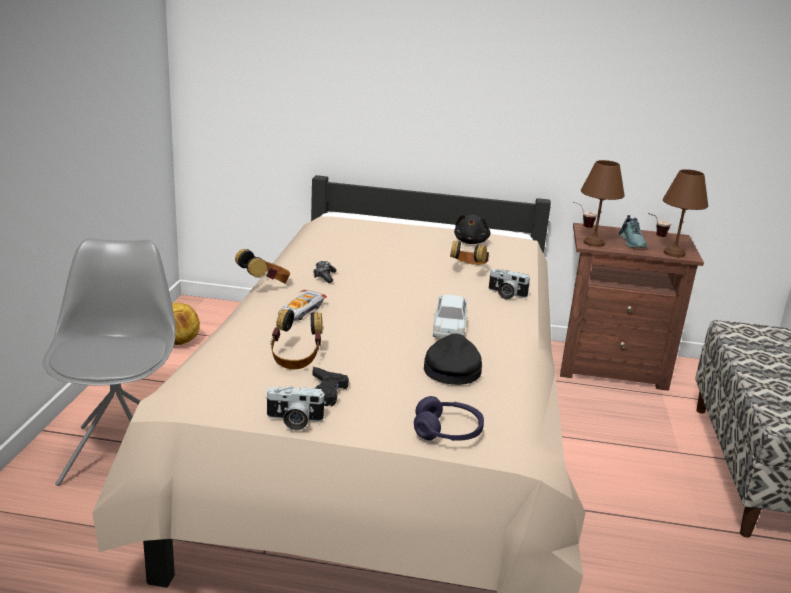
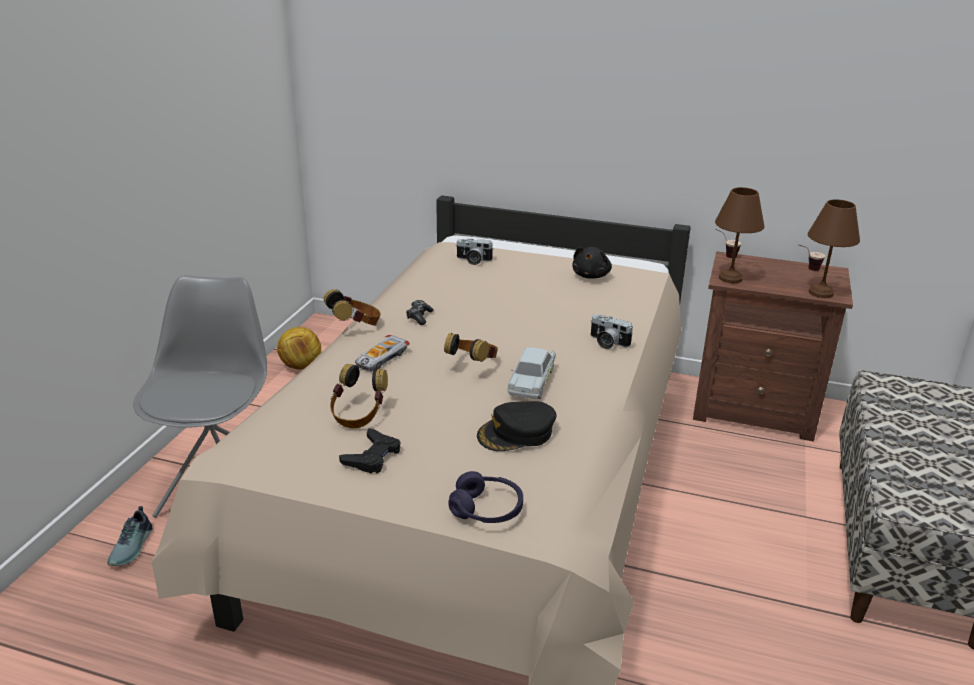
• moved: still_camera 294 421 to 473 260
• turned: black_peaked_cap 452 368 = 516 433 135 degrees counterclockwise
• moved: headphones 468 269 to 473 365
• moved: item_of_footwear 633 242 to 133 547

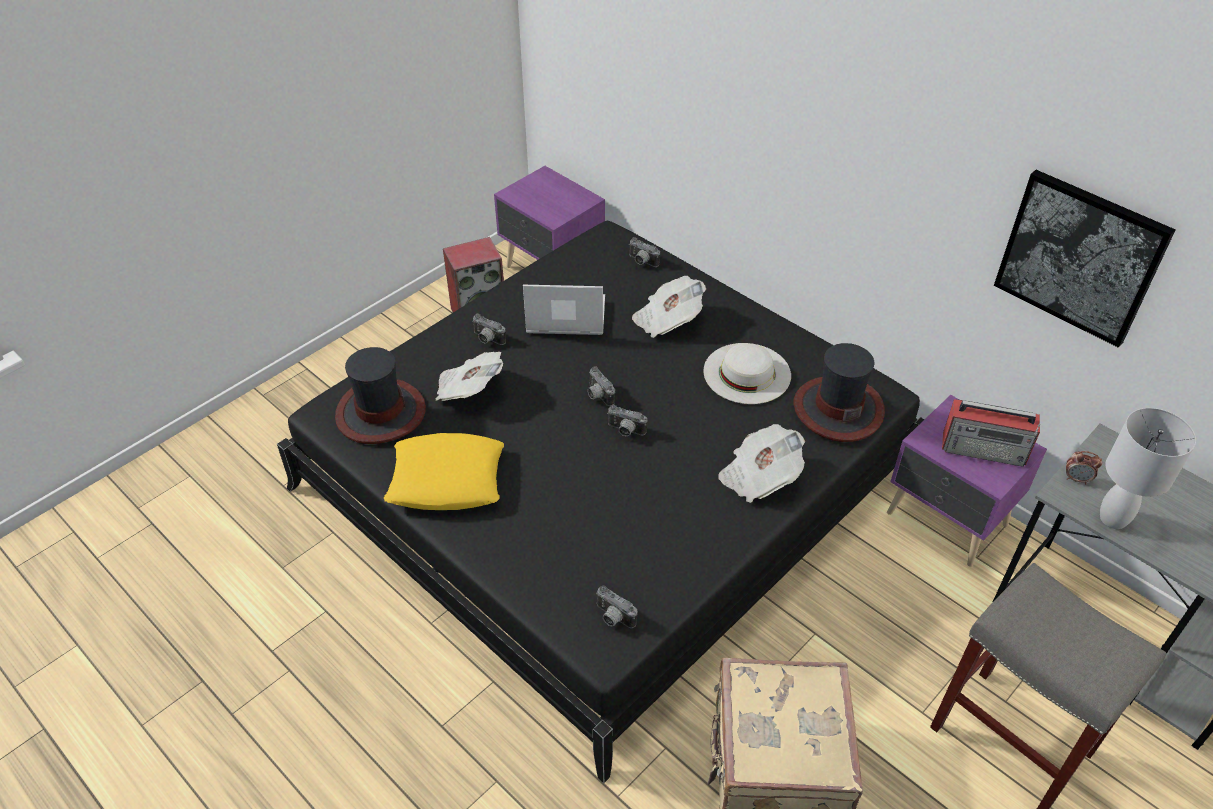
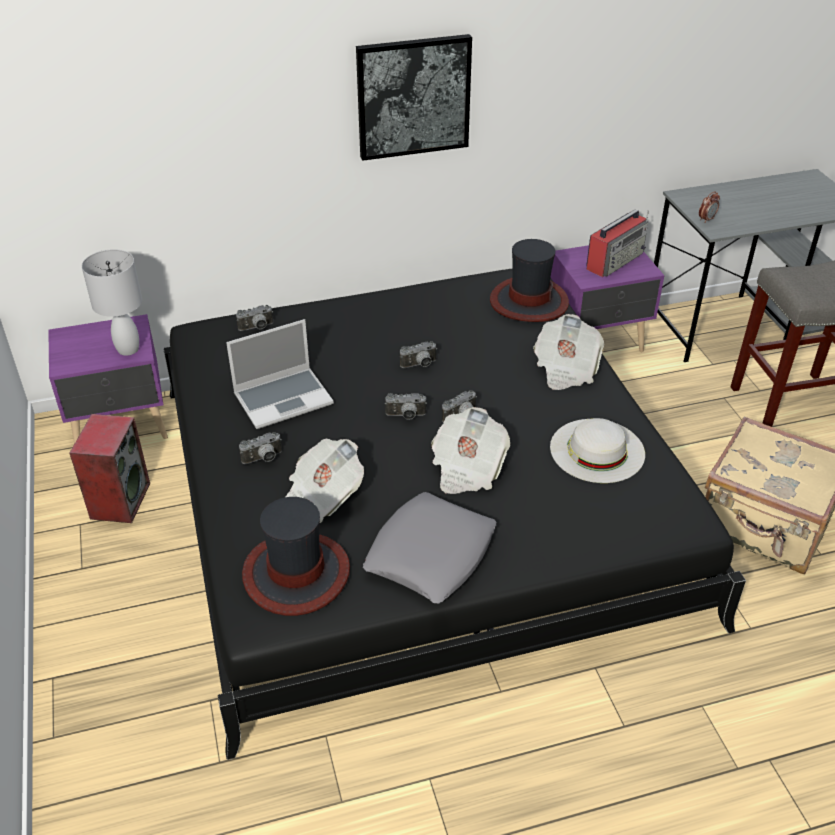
• recoloured: yellow-coloured_pillow 446 480 to greyish_pillow 430 554
• turned: portable_computer 565 317 = 284 398 150 degrees counterclockwise
• moved: still_camera 613 618 to 419 365
• moved: printed_paper 667 320 to 467 468
• moved: whitish_clothing_hat 747 373 to 597 450
• moved: picture 1080 257 to 413 97
• moved: whitish_table_lamp 1114 519 to 129 349

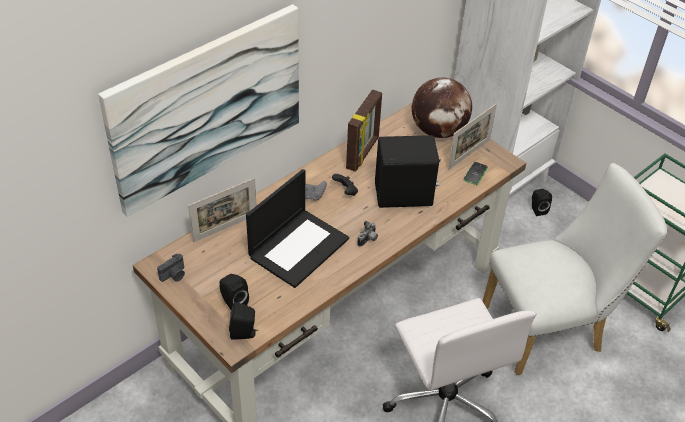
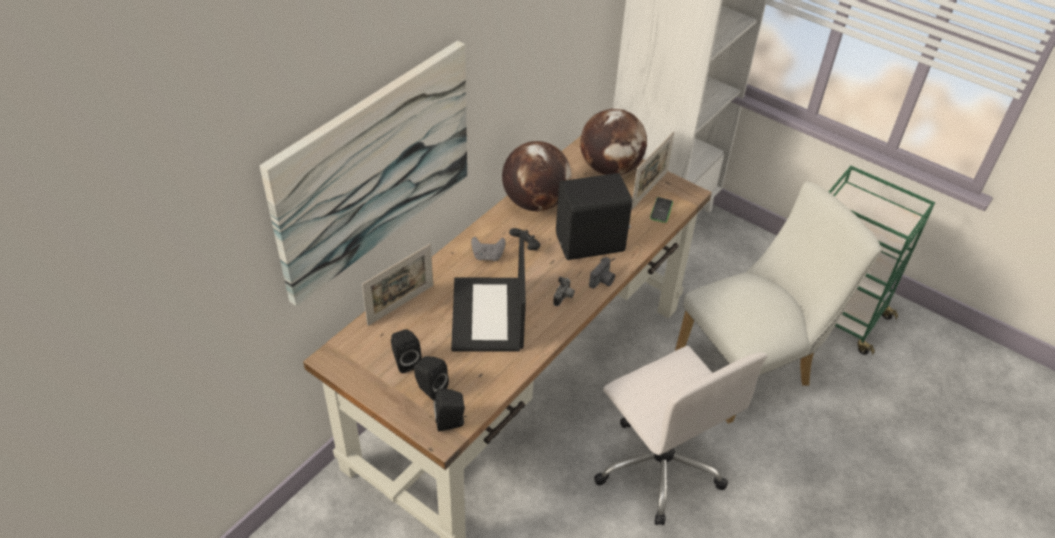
• moved: still_camera 174 275 to 602 281
• turned: portable_computer 299 247 = 489 315 150 degrees clockwise
• replaced: picture_frame 363 153 to desk_globe 535 202
• moved: black_speaker 537 209 to 405 361

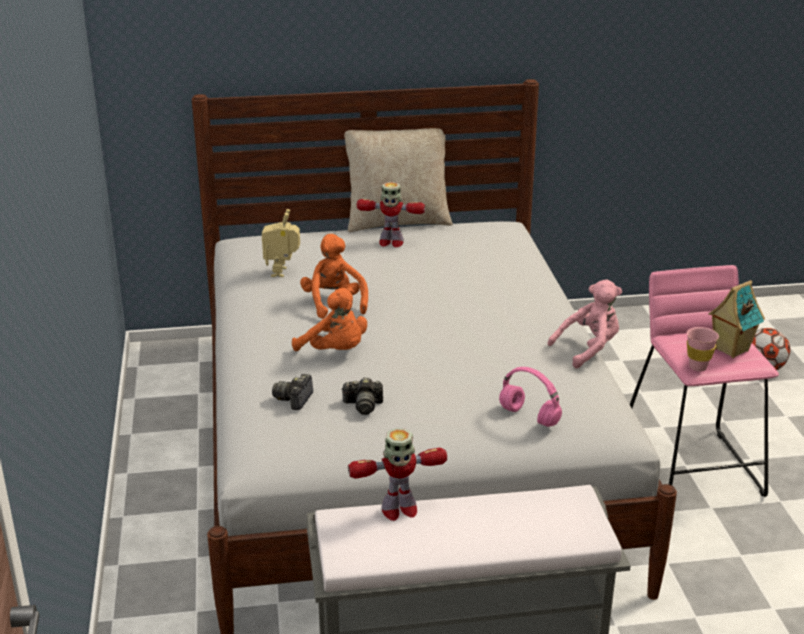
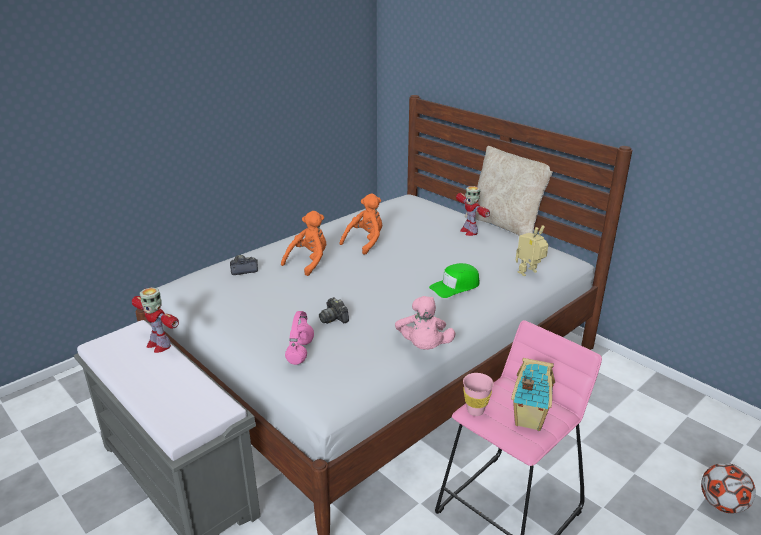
• moved: robot_figure 283 272 to 529 273
• turned: orange-coloured_soft_toy 335 351 = 309 262 150 degrees counterclockwise
• moved: still_camera 363 405 to 334 318
• turned: pink_soft_toy 588 349 = 423 347 60 degrees clockwise
• added: green_peaked_cap 455 286

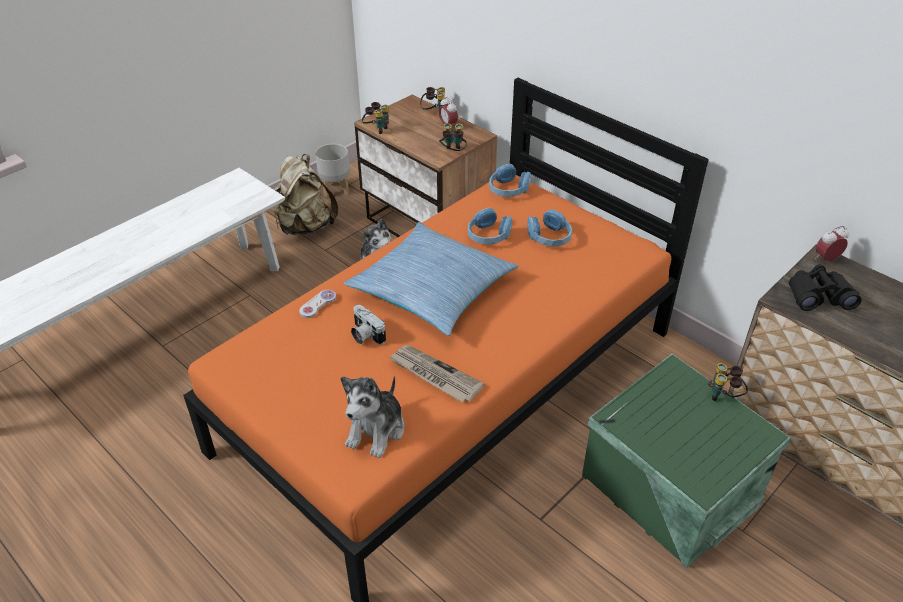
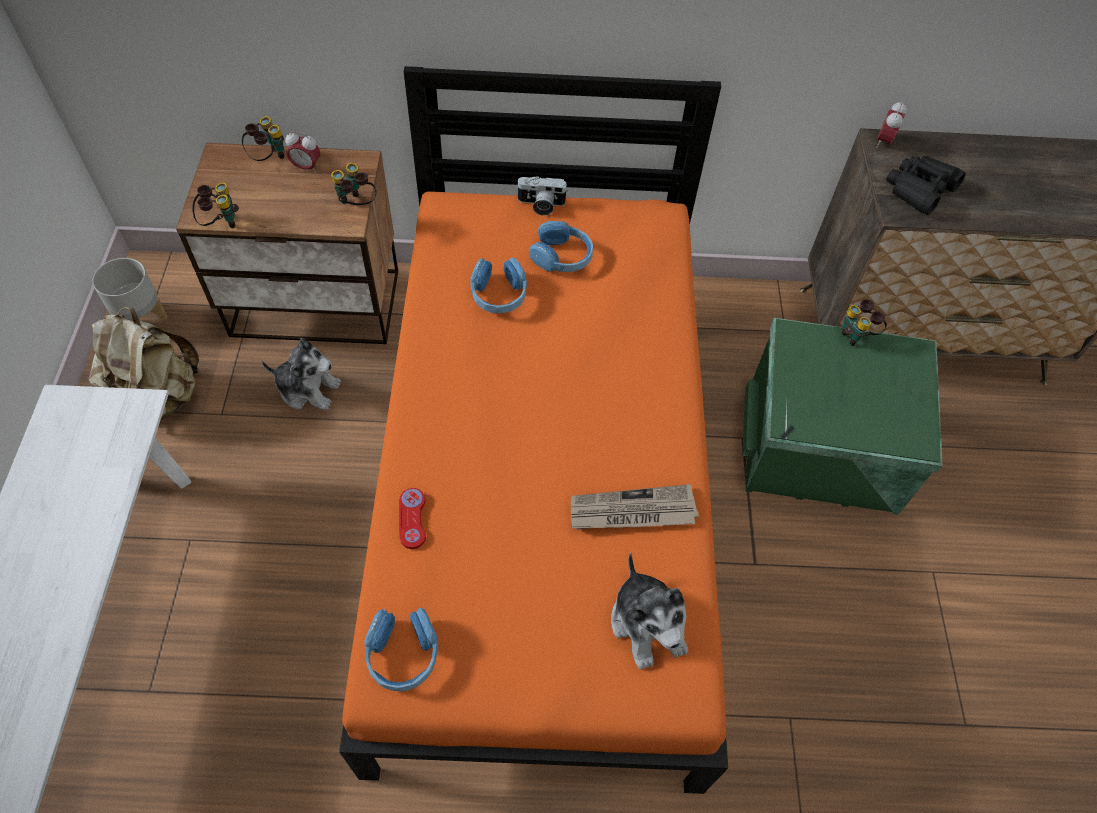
• recoloured: whitish_gamepad 318 305 to red_gamepad 412 519
• removed: pillow 432 288
• moved: still_camera 365 335 to 540 205
• moved: blue-coloured_headphones 508 189 to 403 654

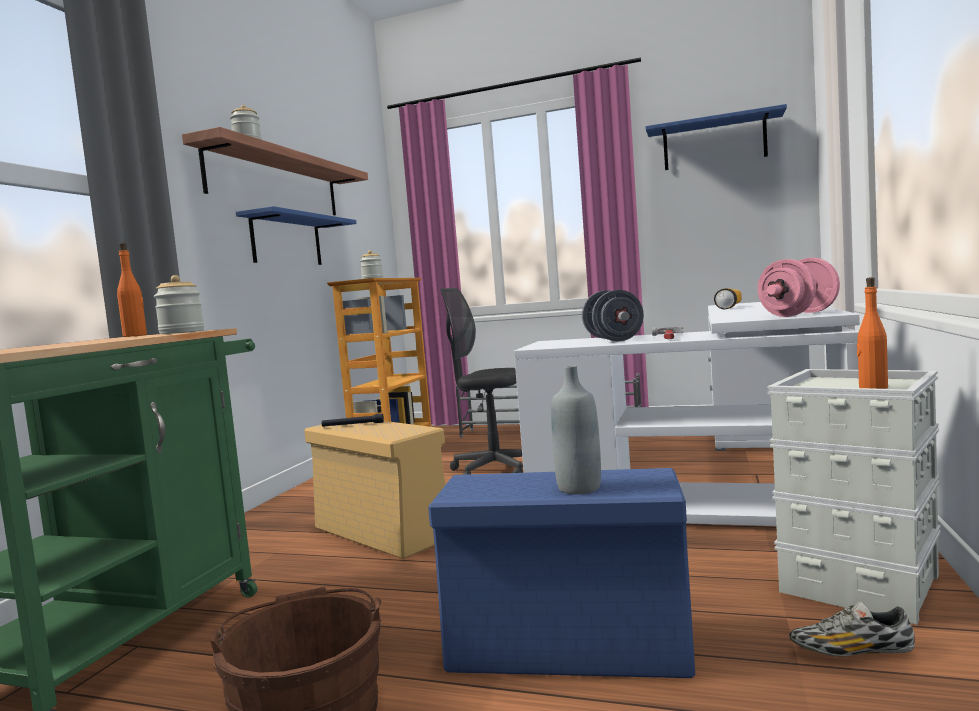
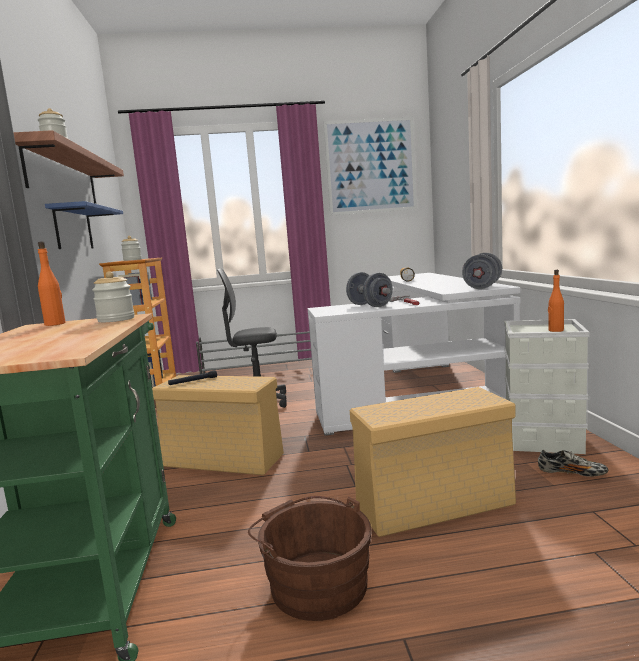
• recoloured: blue-coloured_storage_box 564 648 to beige_storage_box 432 506
• removed: greyish_bottle 579 488
• replaced: blue-coloured_wall_shelf 714 143 to picture 371 166
• recoloured: pink_free_weight 799 314 to greyish_free_weight 482 287
• turned: item_of_footwear 852 652 = 571 474 135 degrees counterclockwise

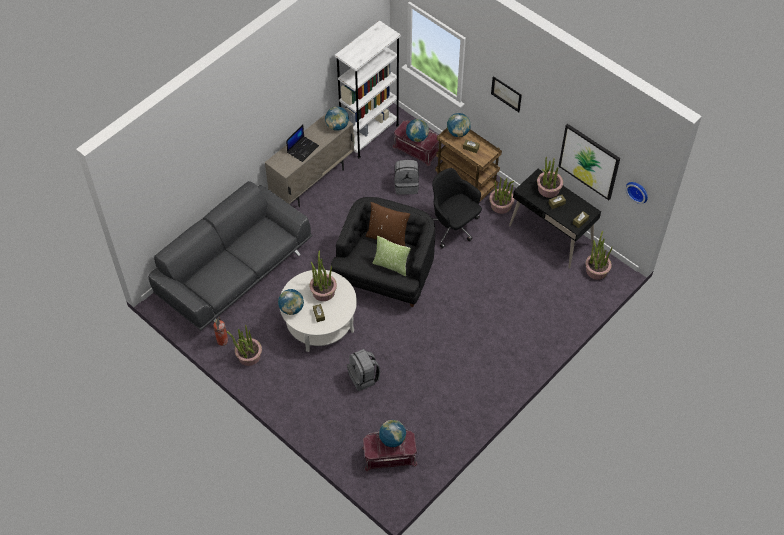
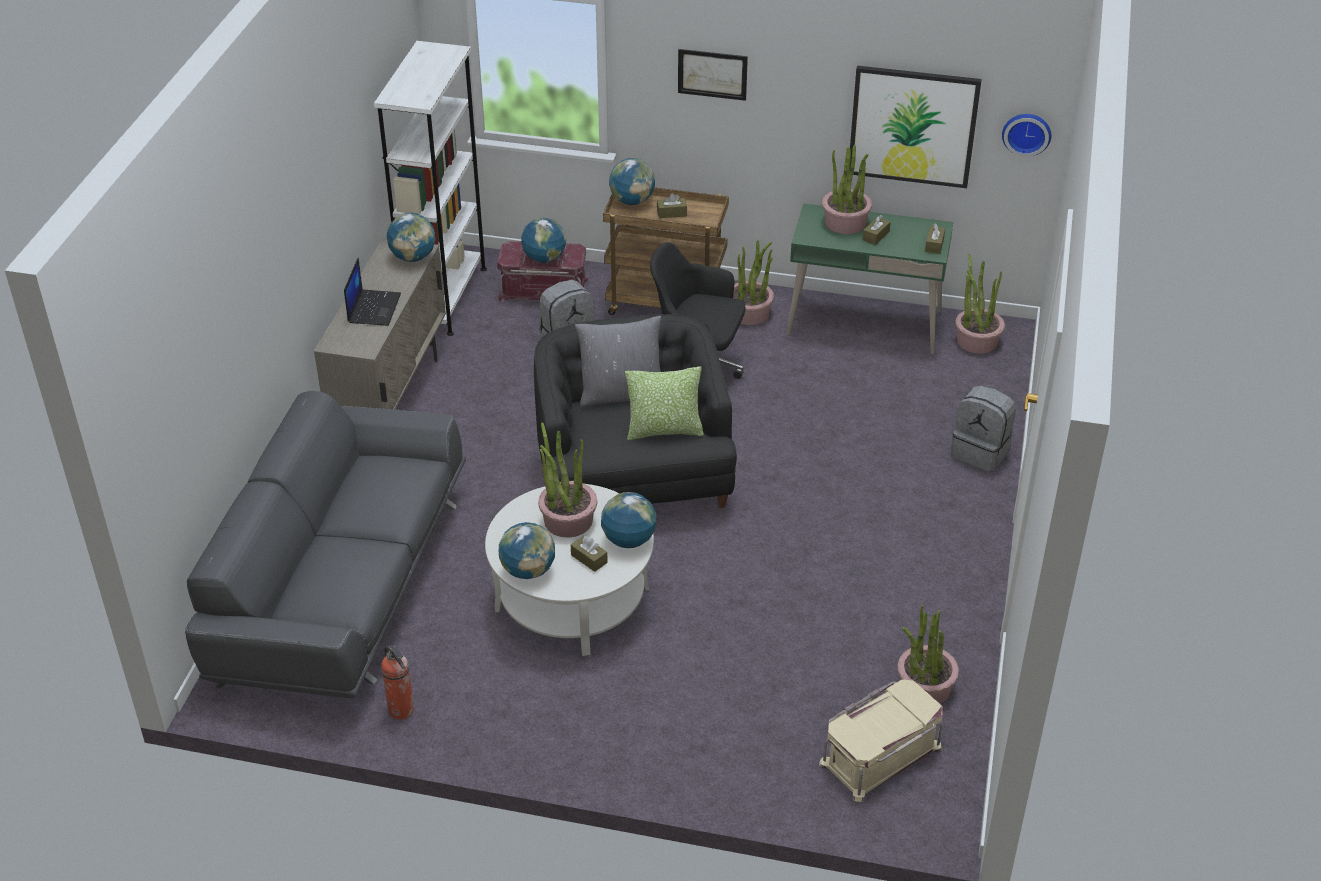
• moved: houseplant 249 356 to 924 687
• moved: greyish_backpack 364 377 to 981 452
• recoloured: red_storage_box 389 455 to beige_storage_box 880 754
• recoloured: brown_pillow 387 237 to greyish_pillow 621 393
• moved: desk_globe 392 439 to 628 540
• recoloured: black_desk_table 551 235 to green_desk_table 864 322

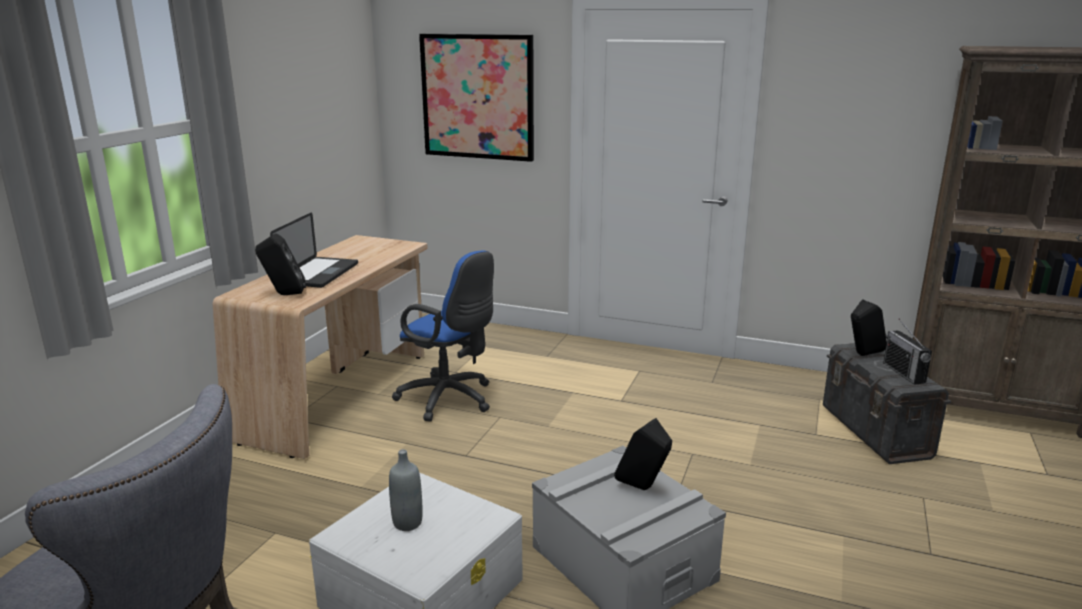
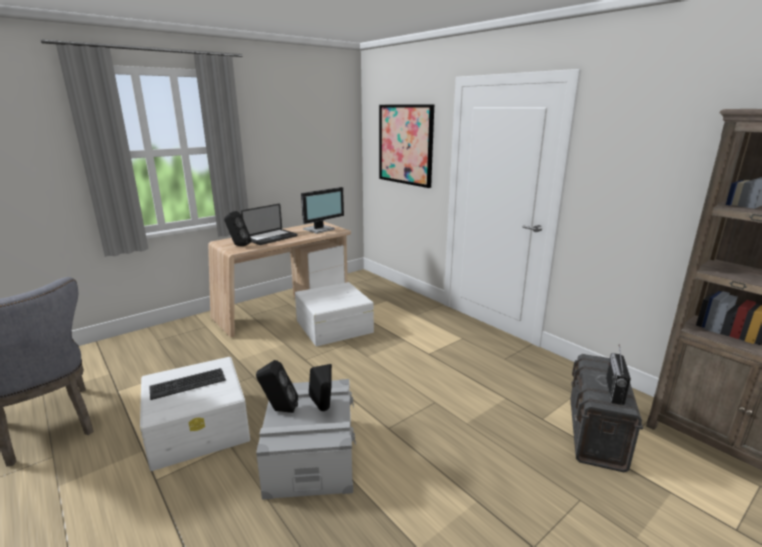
• replaced: greyish_bottle 407 523 to computer_keyboard 188 383
• replaced: blue-coloured_computer_chair 450 400 to whitish_storage_box 333 326
• moved: black_speaker 862 355 to 279 410
• added: computer_display 320 229

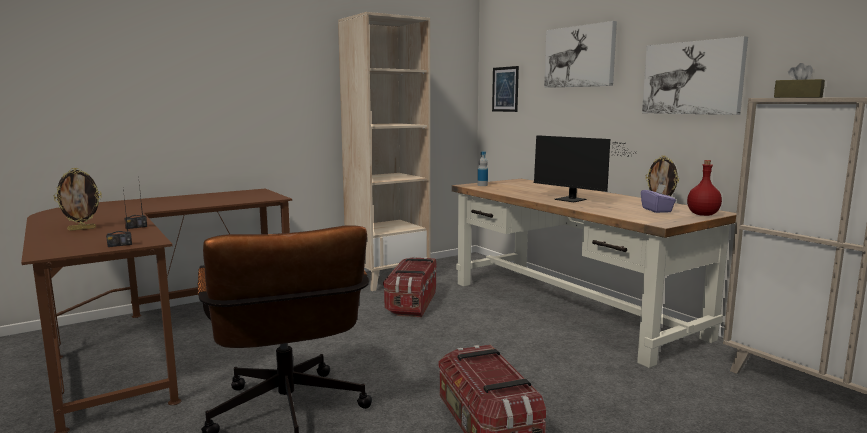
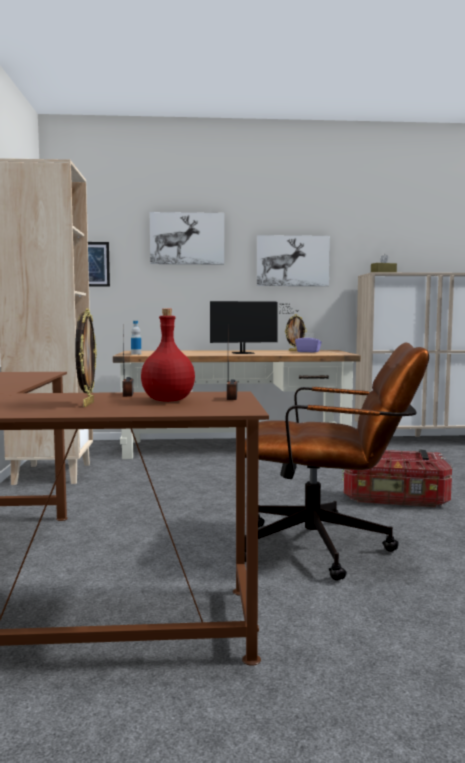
• removed: storage_box 412 303
• moved: red_bottle 702 214 to 167 400

